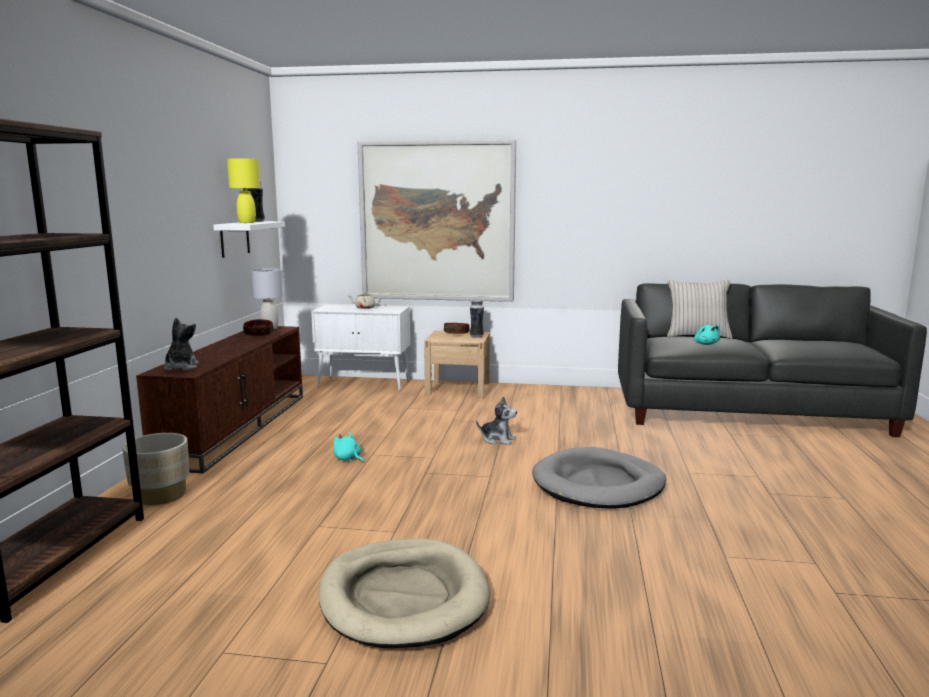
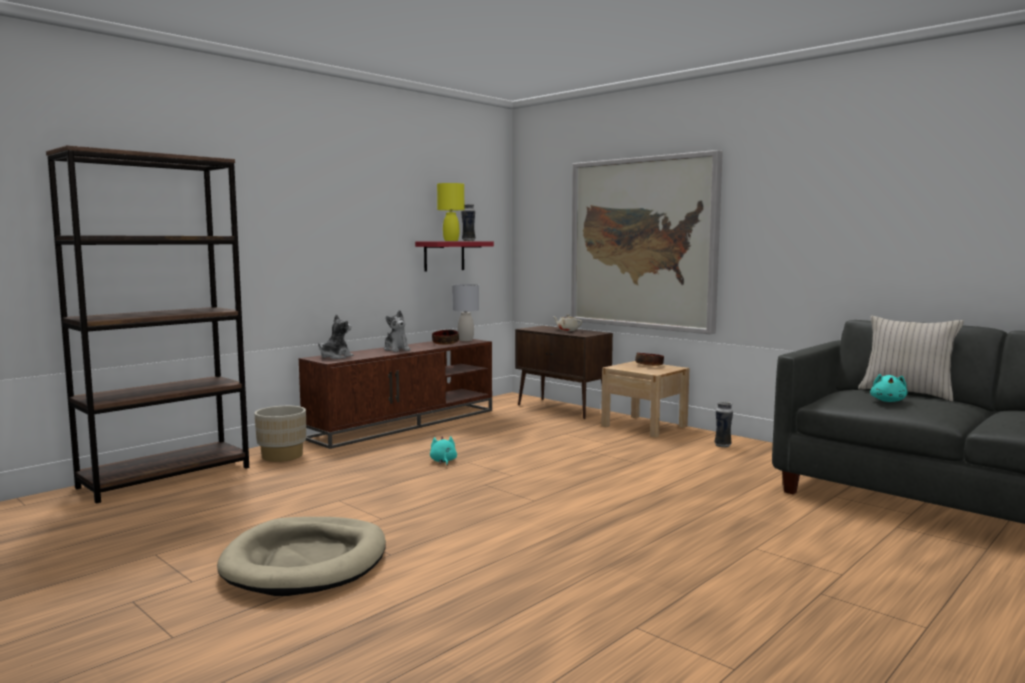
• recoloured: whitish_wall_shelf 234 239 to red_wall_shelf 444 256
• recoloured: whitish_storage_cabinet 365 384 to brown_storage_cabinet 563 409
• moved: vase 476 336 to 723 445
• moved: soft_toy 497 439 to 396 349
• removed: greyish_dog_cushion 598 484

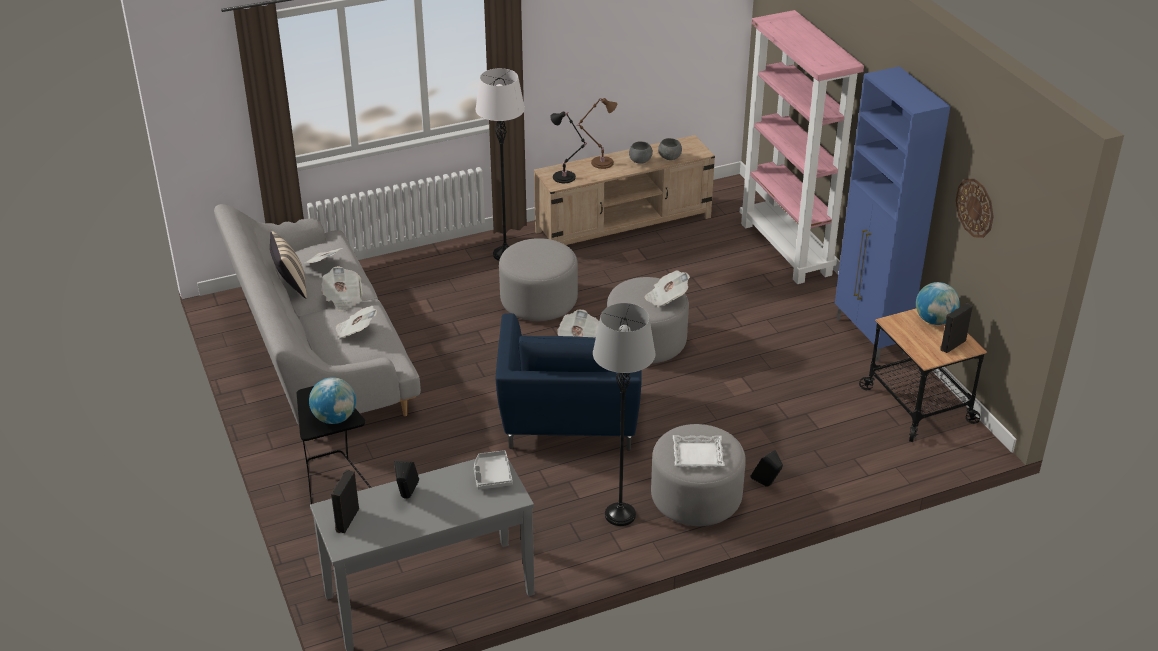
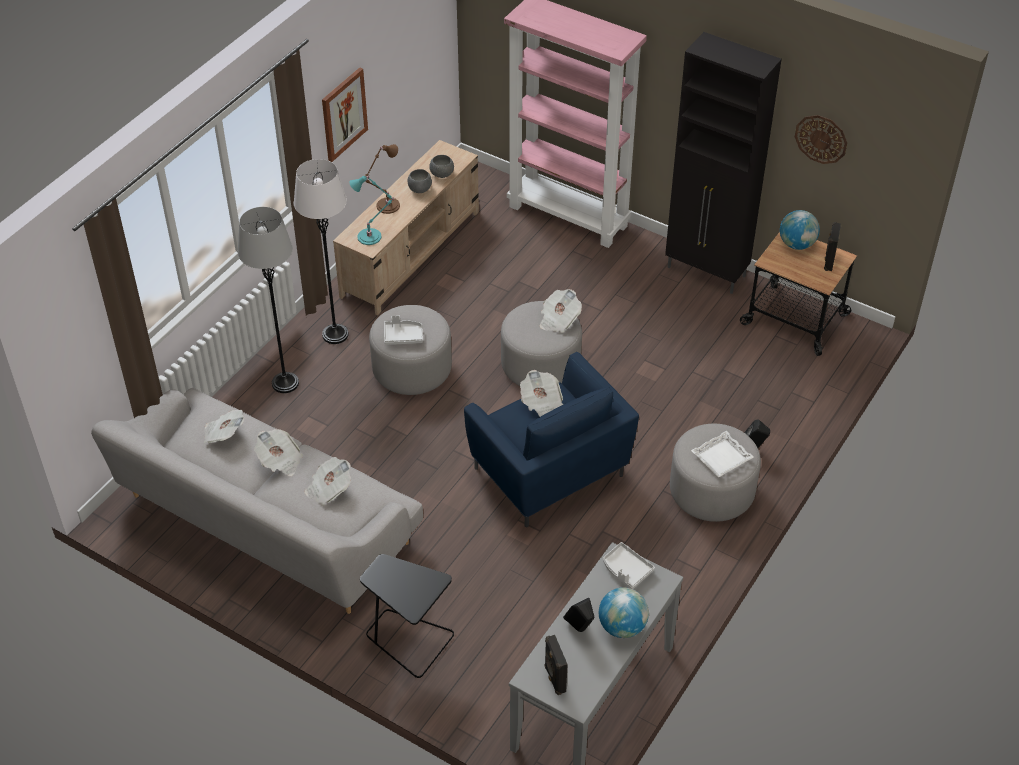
• removed: beige_pillow 290 286
• moved: desk_globe 334 418 to 622 627
• recoloured: black_table_lamp 565 178 to turquoise_table_lamp 371 237
• moved: greyish_floor_lamp 620 515 to 285 383
• recoloured: blue-coloured_storage_cabinet 870 337 to black_storage_cabinet 707 272
• added: picture 343 114
• added: greyish_tray 403 336

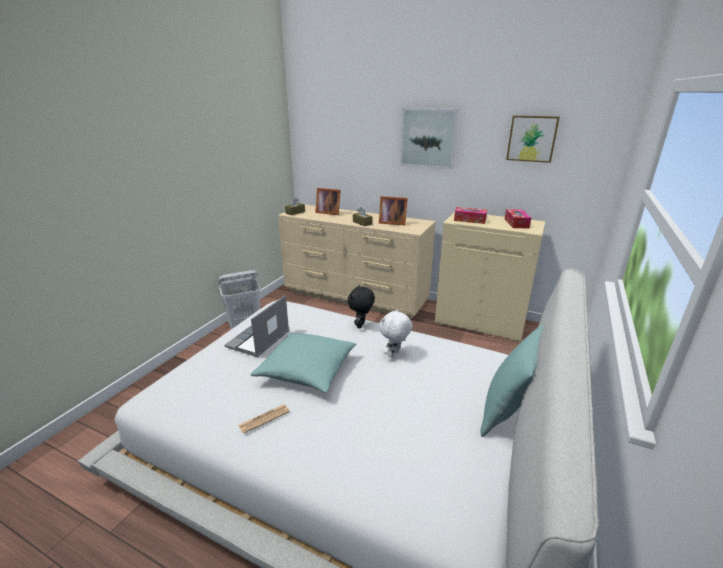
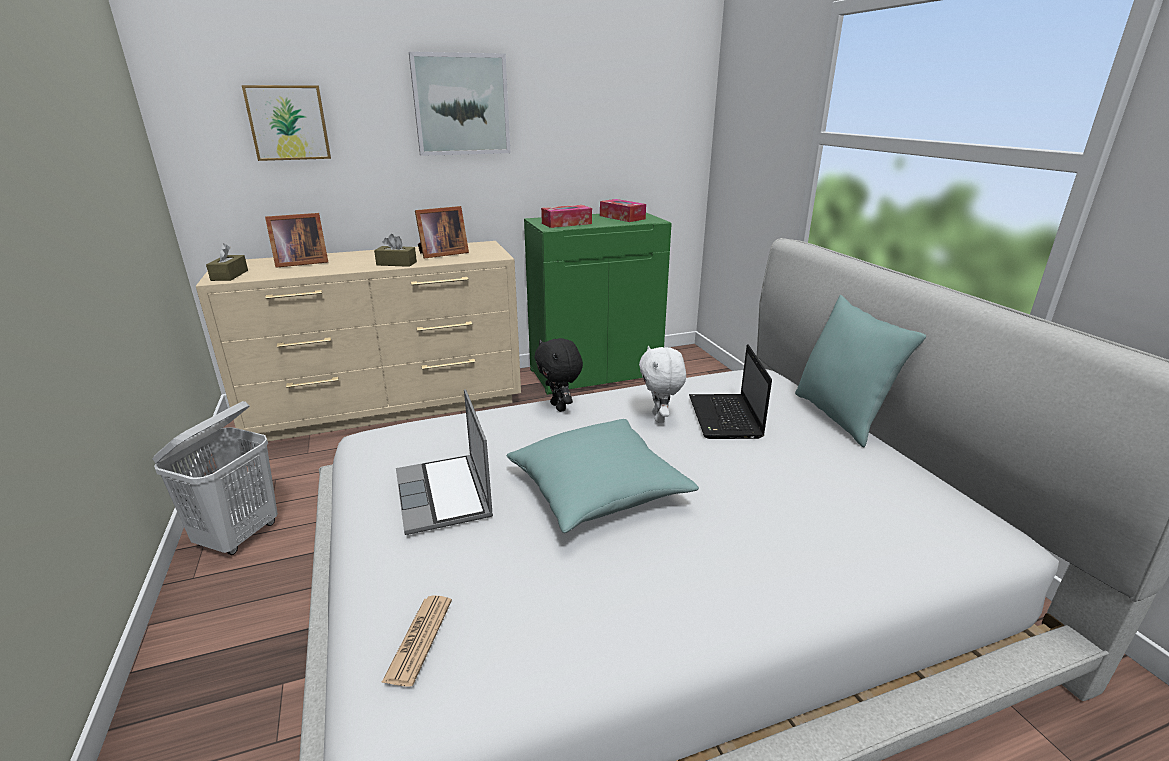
• moved: printed_paper 264 419 to 419 639
• recoloured: beige_storage_cabinet 480 322 to green_storage_cabinet 595 372
• moved: picture 532 138 to 288 123
• added: portable_computer 725 418

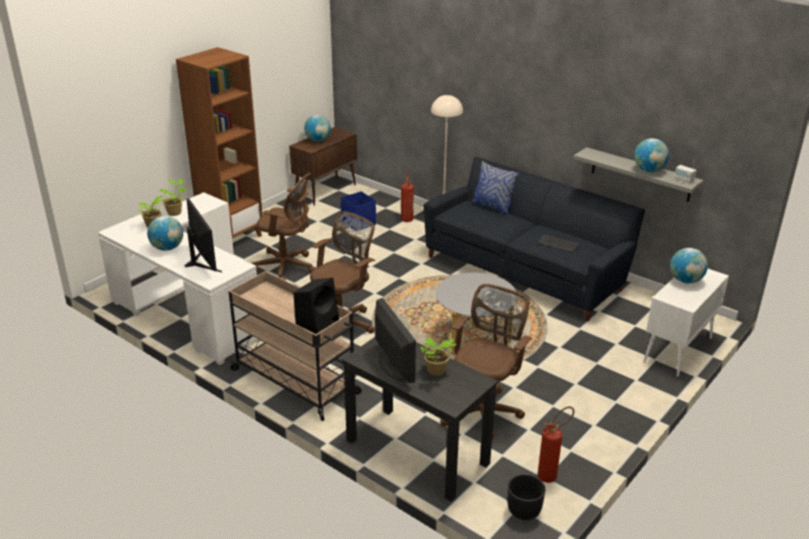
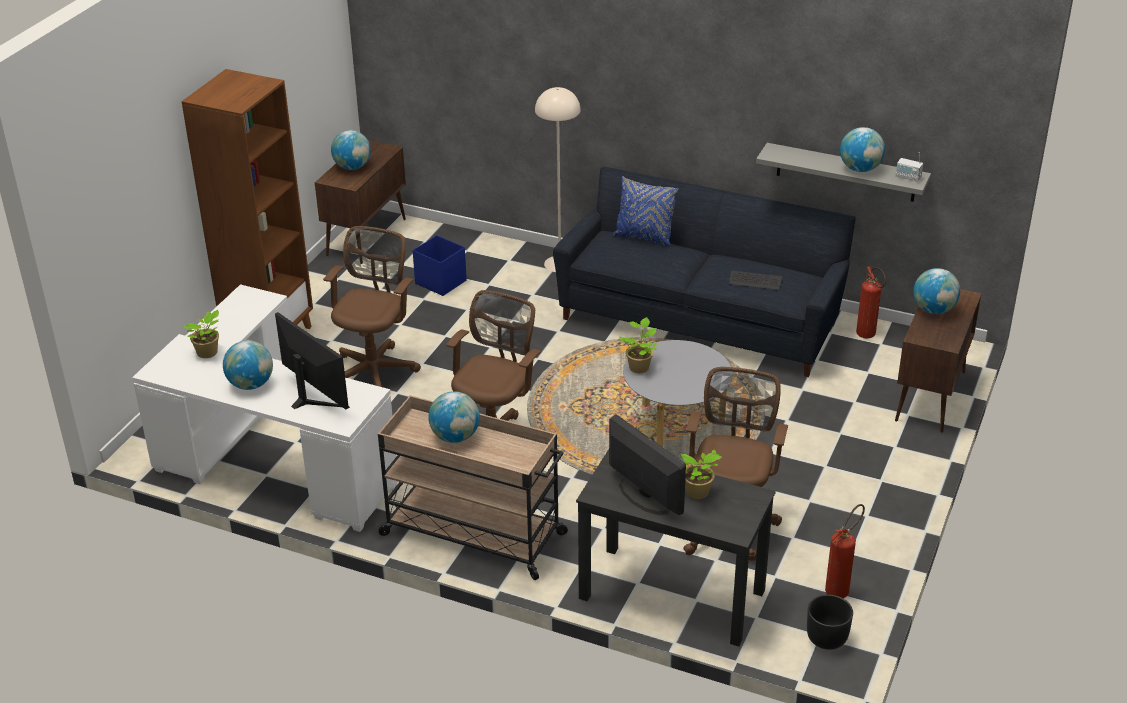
• moved: houseplant 175 212 to 639 367
• turned: brown_computer_chair 287 267 = 374 370 75 degrees counterclockwise
• removed: black_speaker 318 324
• moved: extinguisher 407 221 to 868 336
• recoloured: whitish_storage_cabinet 677 350 to brown_storage_cabinet 930 397
• added: desk_globe 455 437

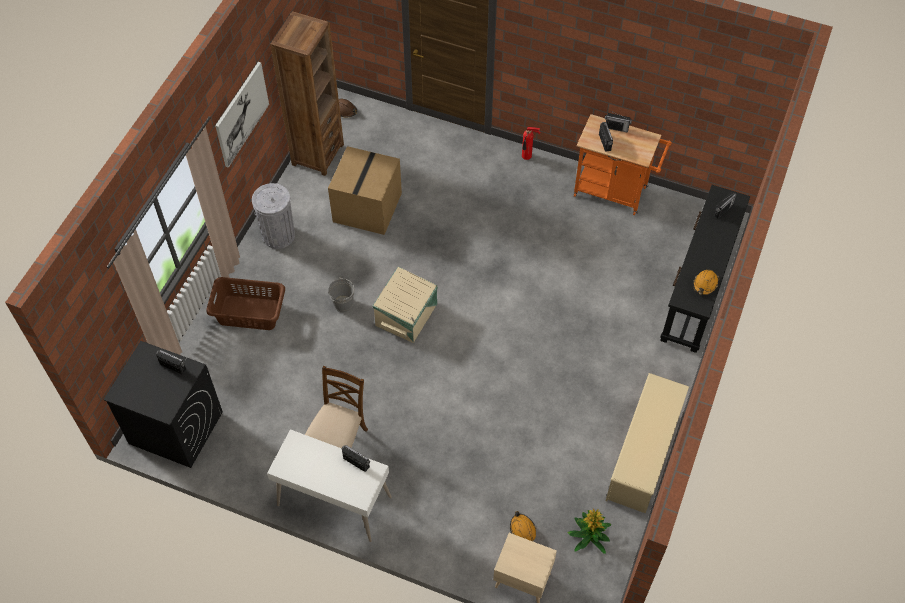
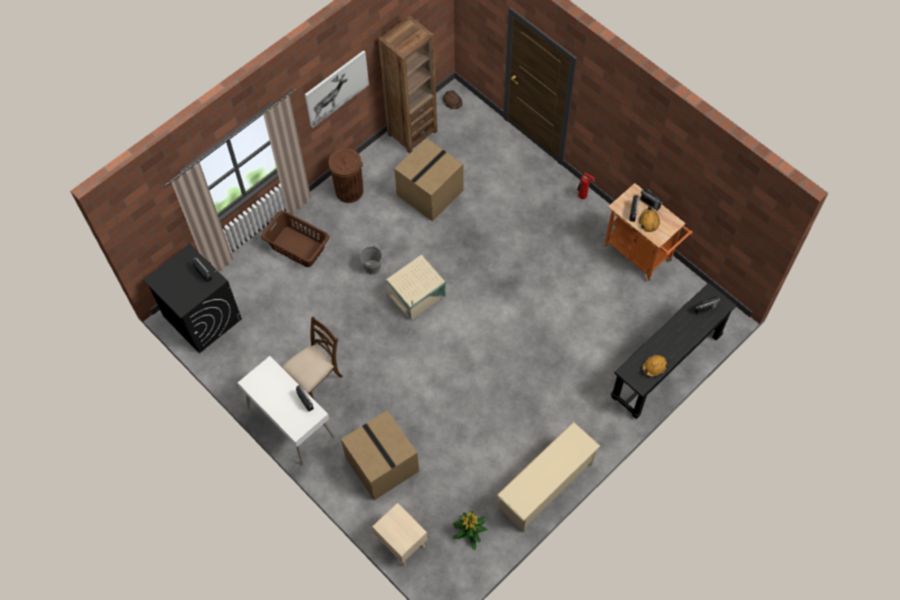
• recoloured: greyish_trash_can 278 235 to brown_trash_can 349 191
• moved: orange-coloured_safety_helmet 522 530 to 649 222
• added: cardboard_box 381 464

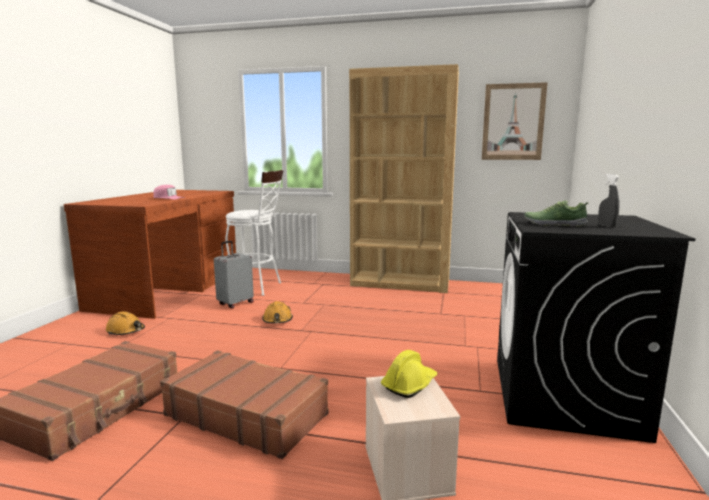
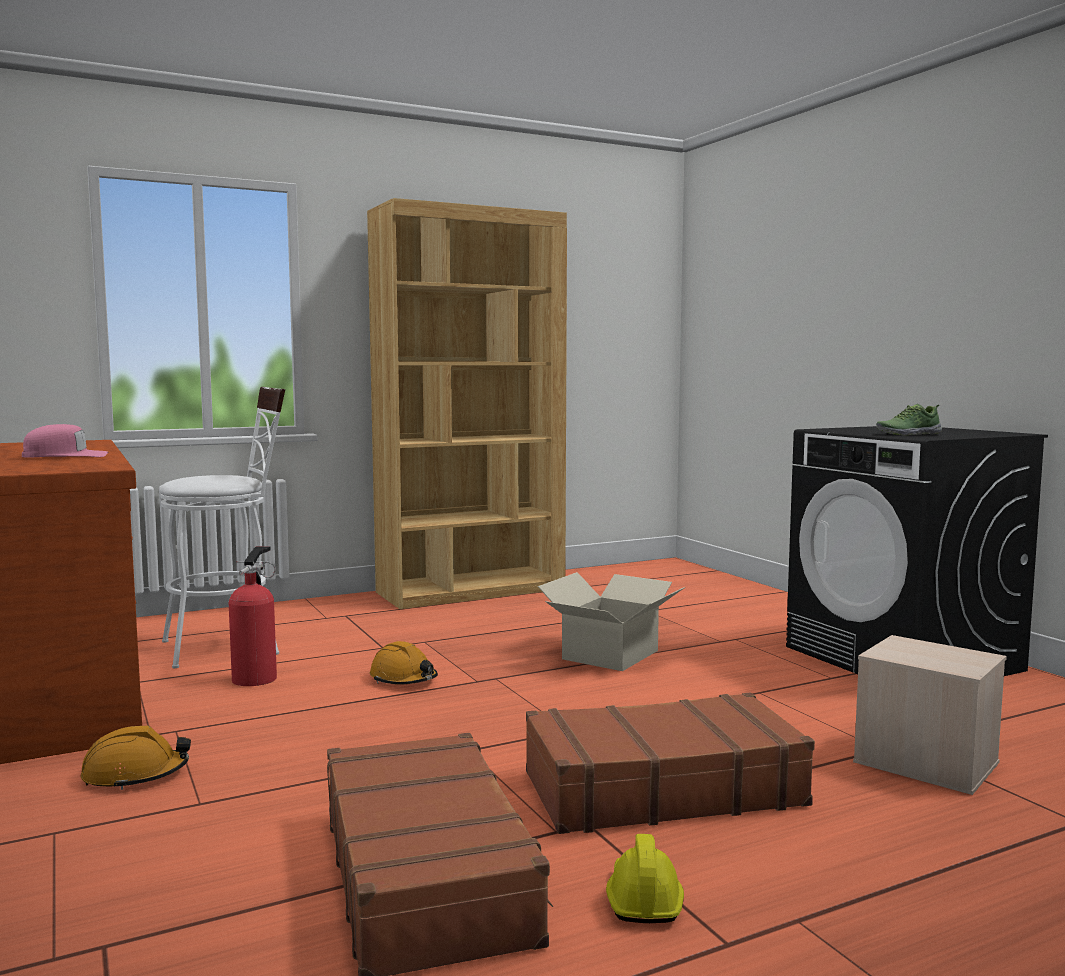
• replaced: greyish_suitcase 235 303 to extinguisher 256 677
• moved: yellow-coloured_safety_helmet 409 384 to 643 898
• removed: picture 513 122
• removed: greyish_sprayer 606 226
• added: cardboard_box 609 654

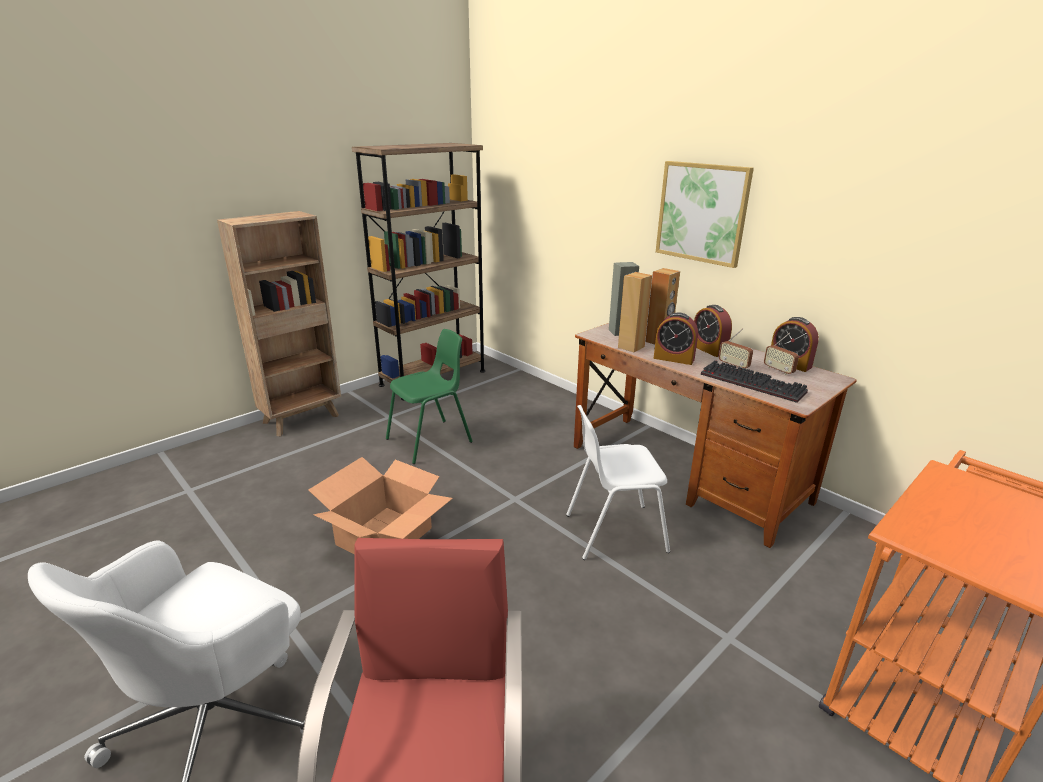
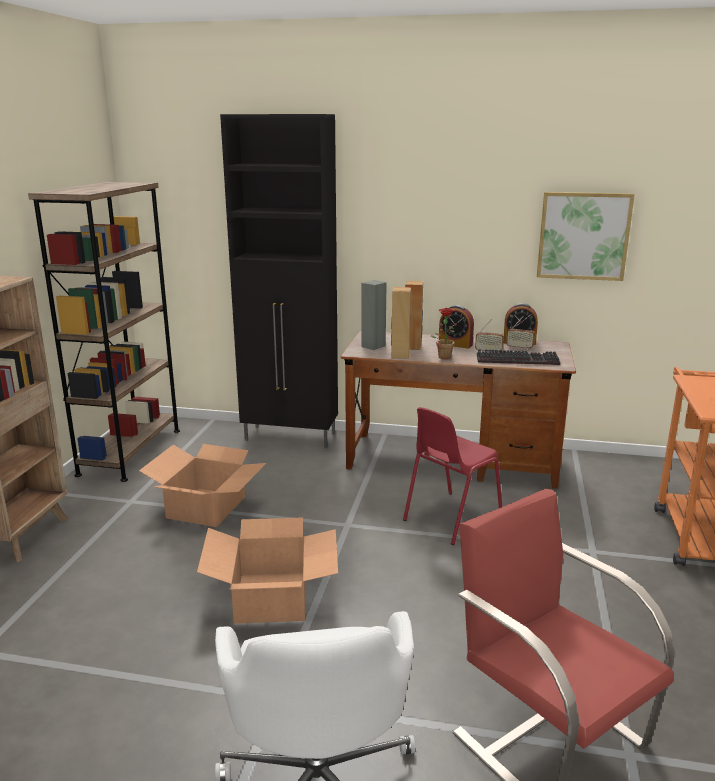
• replaced: green_chair 430 441 to cardboard_box 207 507
• recoloured: whitish_chair 614 532 to red_chair 450 518
• replaced: alarm_clock 673 359 to houseplant 443 356
• moved: picture 702 213 to 583 236
• added: black_storage_cabinet 291 437

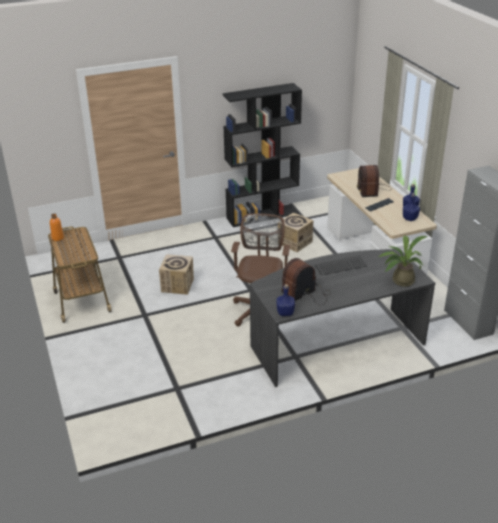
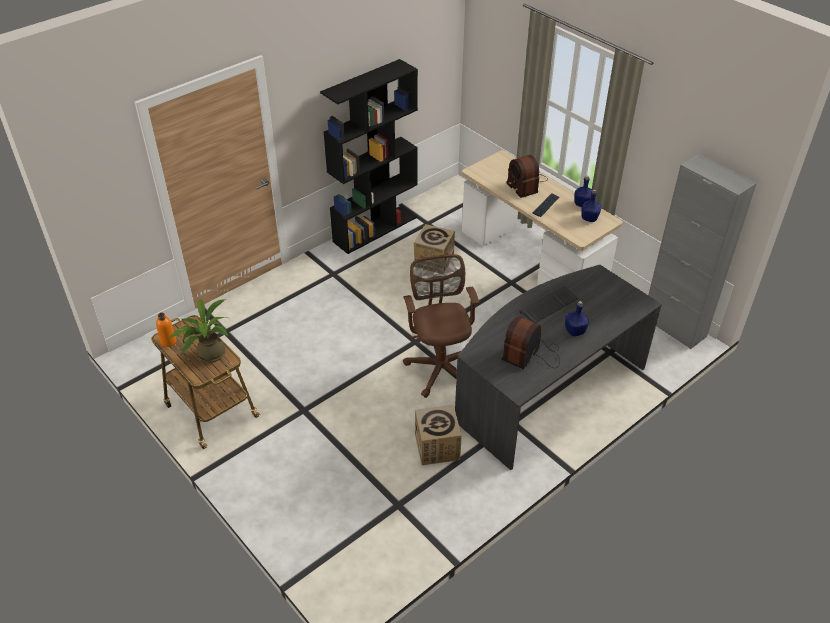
• moved: cardboard_box 177 285 to 437 447
• moved: blue-coloured_bottle 285 313 to 575 331
• moved: houseplant 400 281 to 208 354

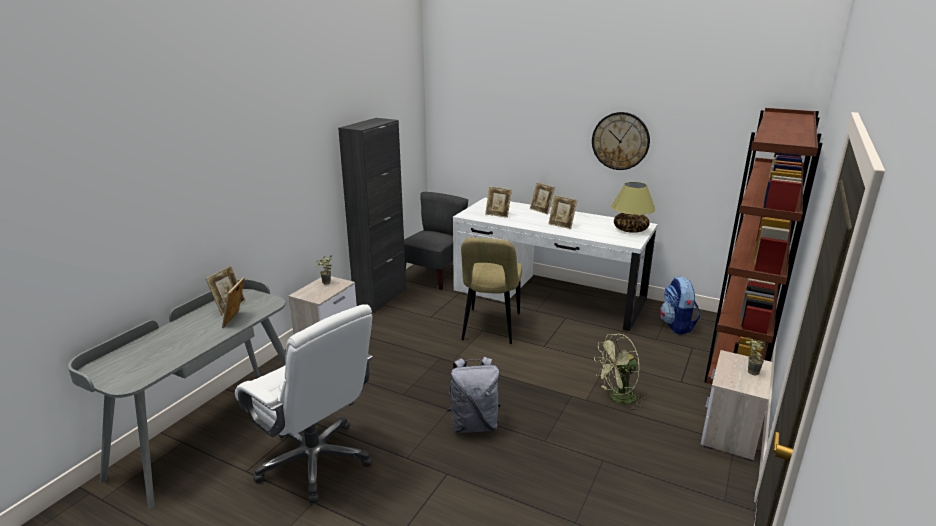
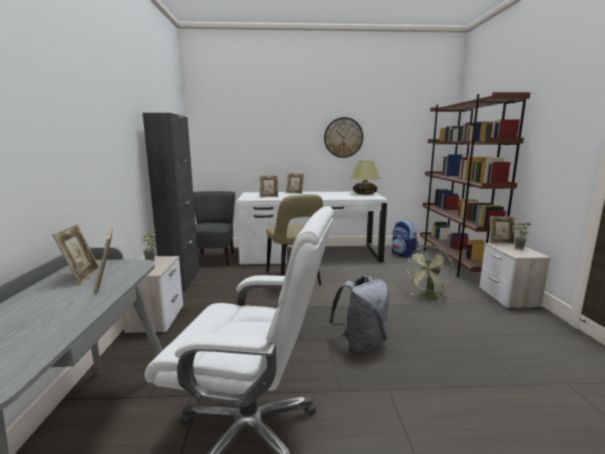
• moved: picture_frame 561 225 to 500 242

